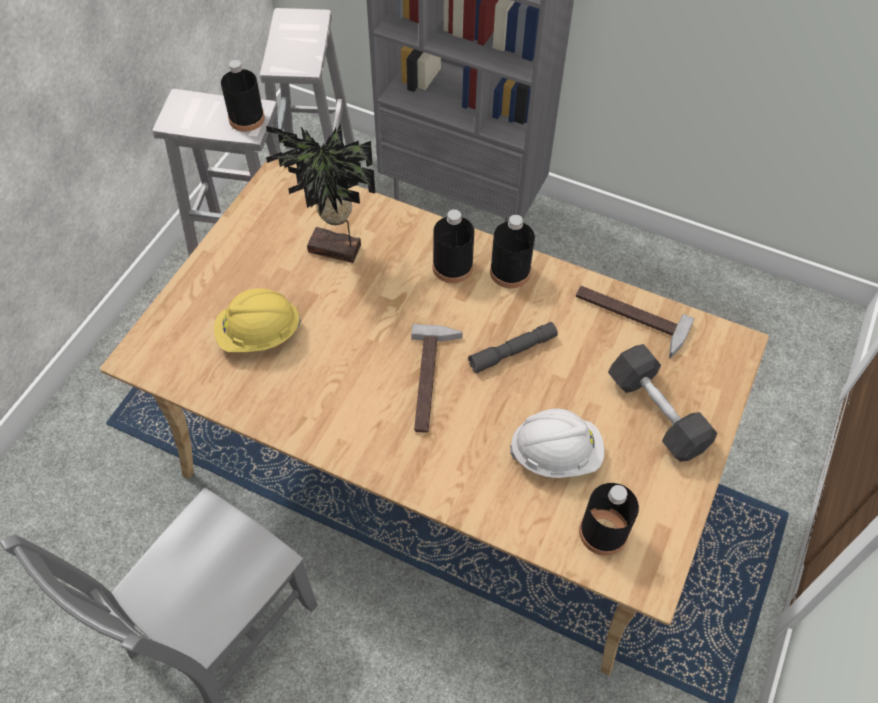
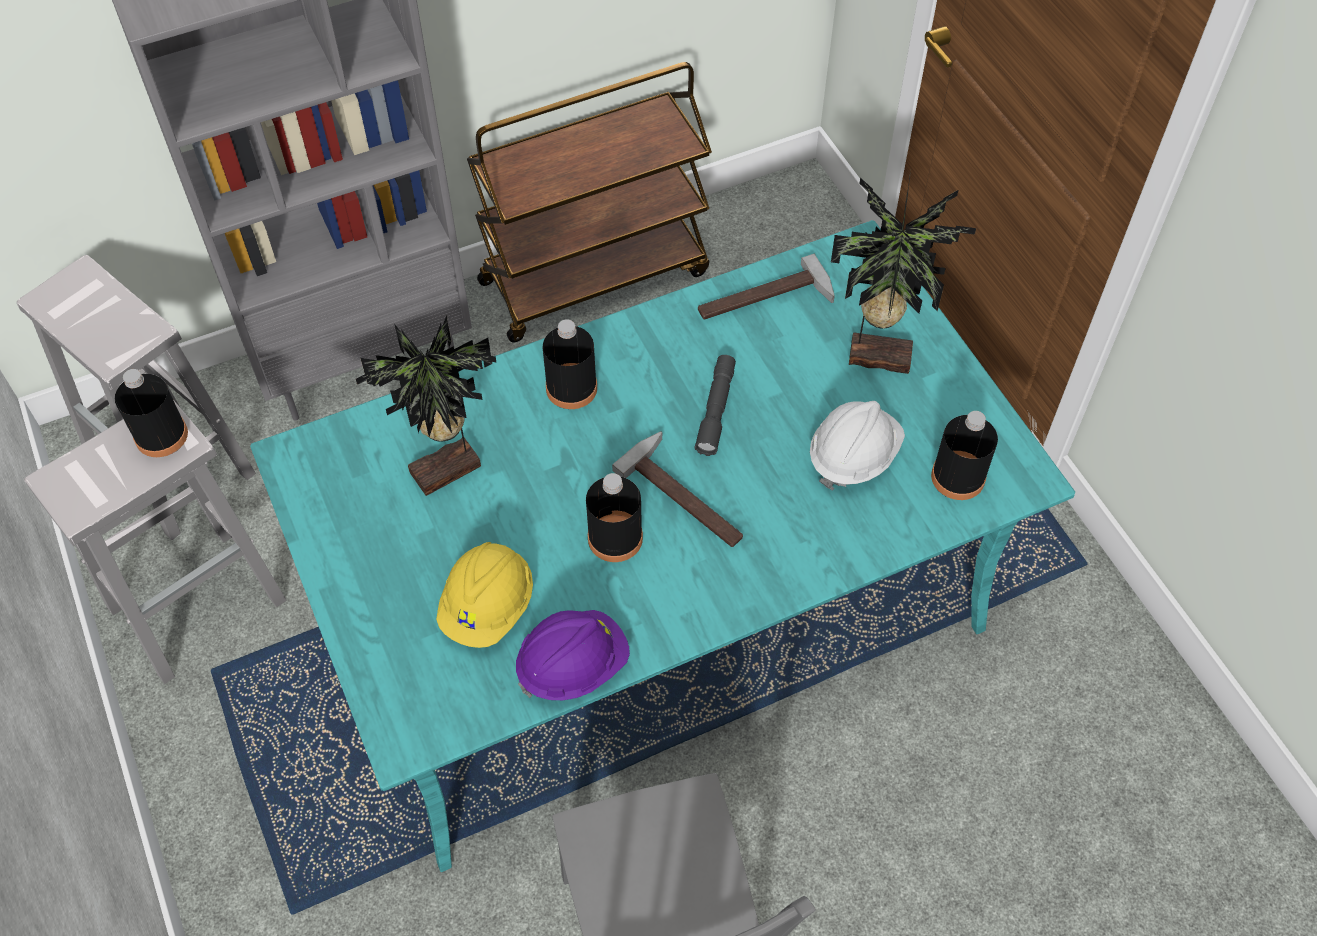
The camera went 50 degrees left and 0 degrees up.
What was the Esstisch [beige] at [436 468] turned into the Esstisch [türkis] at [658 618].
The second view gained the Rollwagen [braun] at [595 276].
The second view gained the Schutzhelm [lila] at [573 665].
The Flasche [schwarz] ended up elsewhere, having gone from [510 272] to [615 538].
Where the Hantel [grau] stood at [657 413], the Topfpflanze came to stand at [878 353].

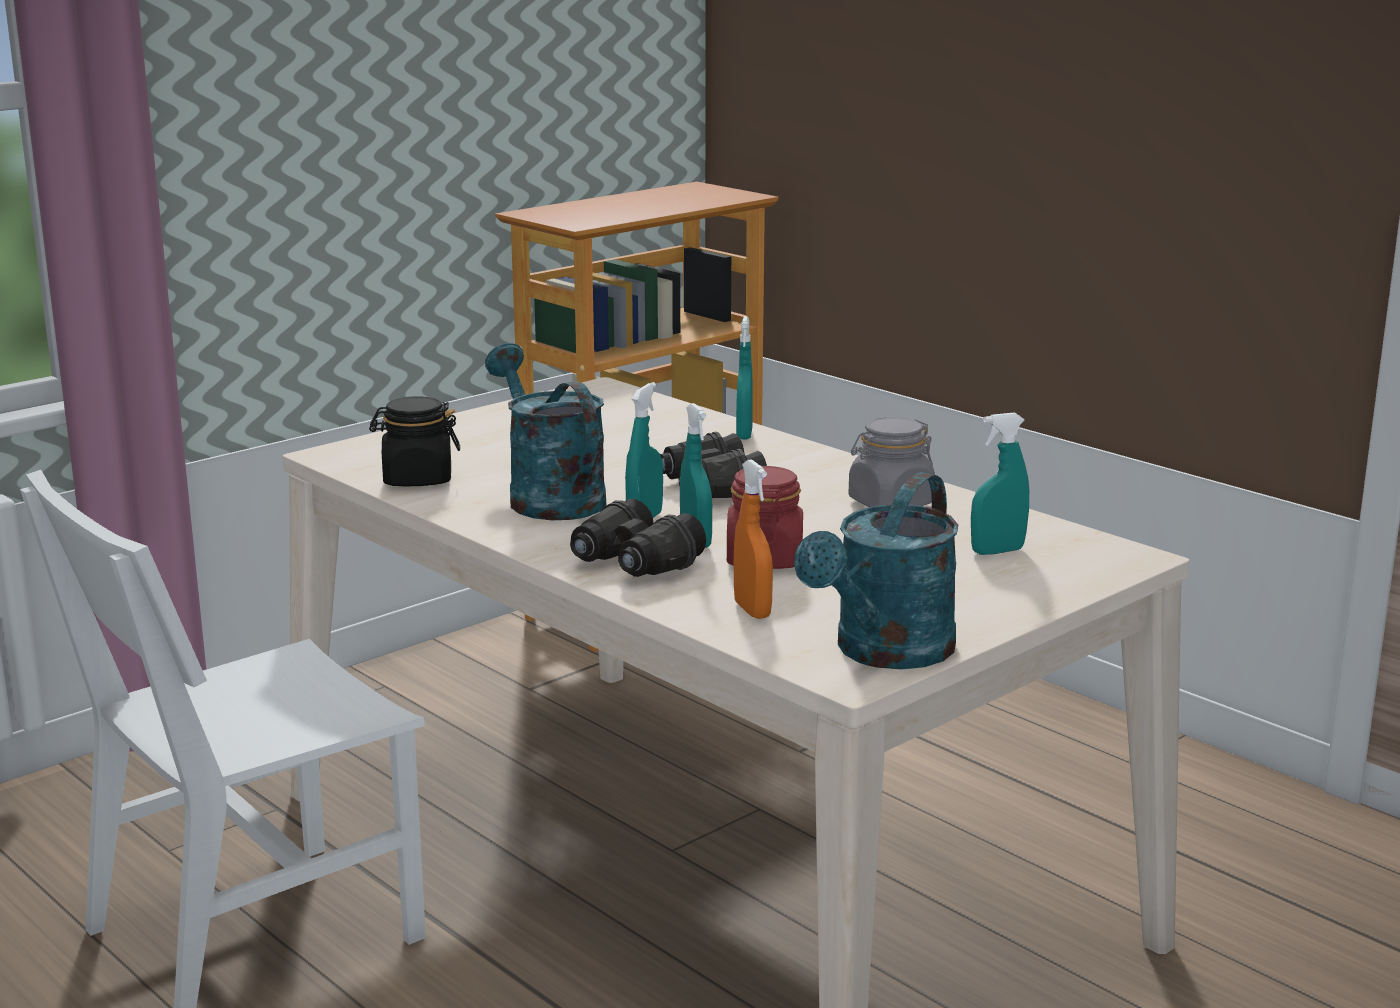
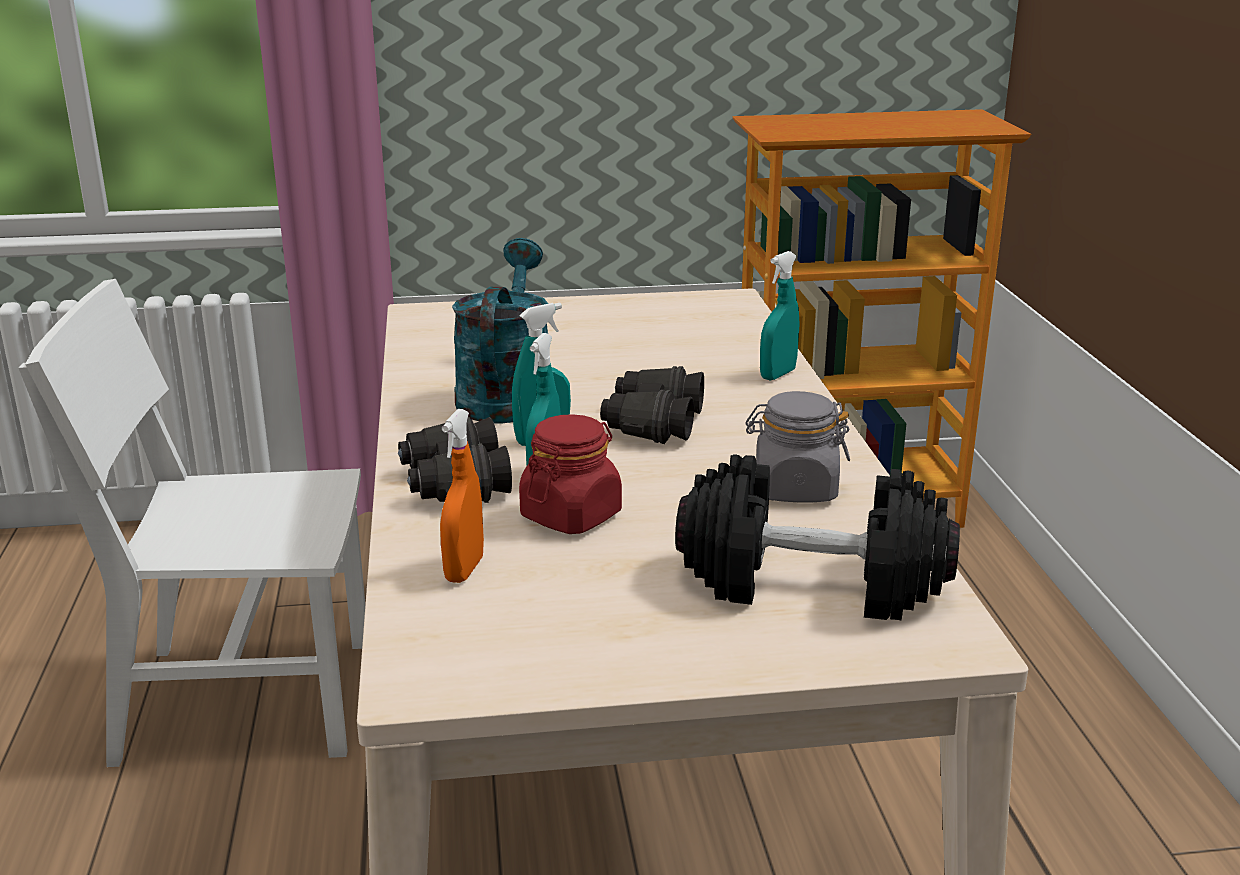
The camera went 35 degrees right and 5 degrees up.
Where the Sprühflasche [türkis] stood at [997 551], the Hantel [schwarz] came to stand at [813 582].
The second view lost the Vorratsglas [schwarz] at [417 479].
The second view lost the Gießkanne [türkis] at [885 653].

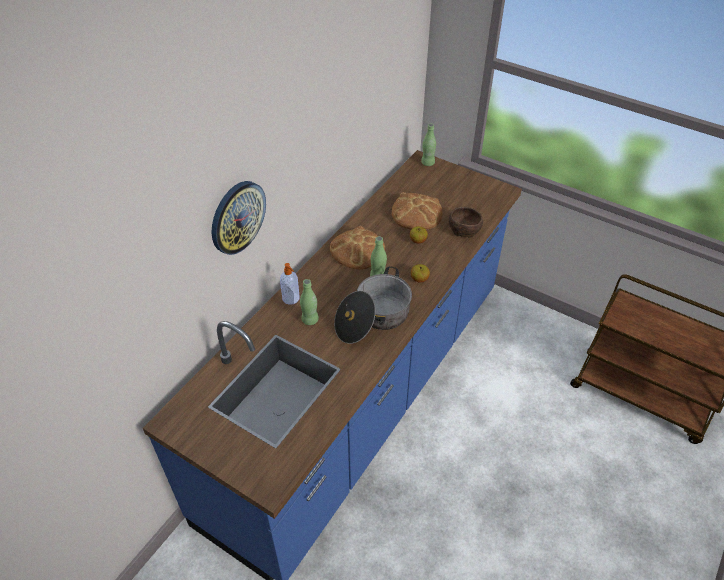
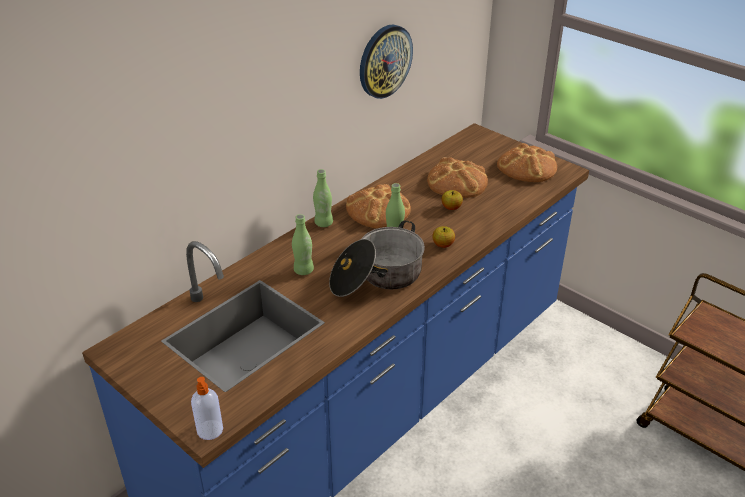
The camera went 10 degrees right and 10 degrees down.
The Seifenspender ended up elsewhere, having gone from [291 298] to [210 431].
The Flasche [grün] ended up elsewhere, having gone from [427 163] to [323 223].
The Wanduhr ended up elsewhere, having gone from [237 217] to [384 61].
The second view gained the Brot at [527 167].
The second view lost the Schüssel [braun] at [464 229].

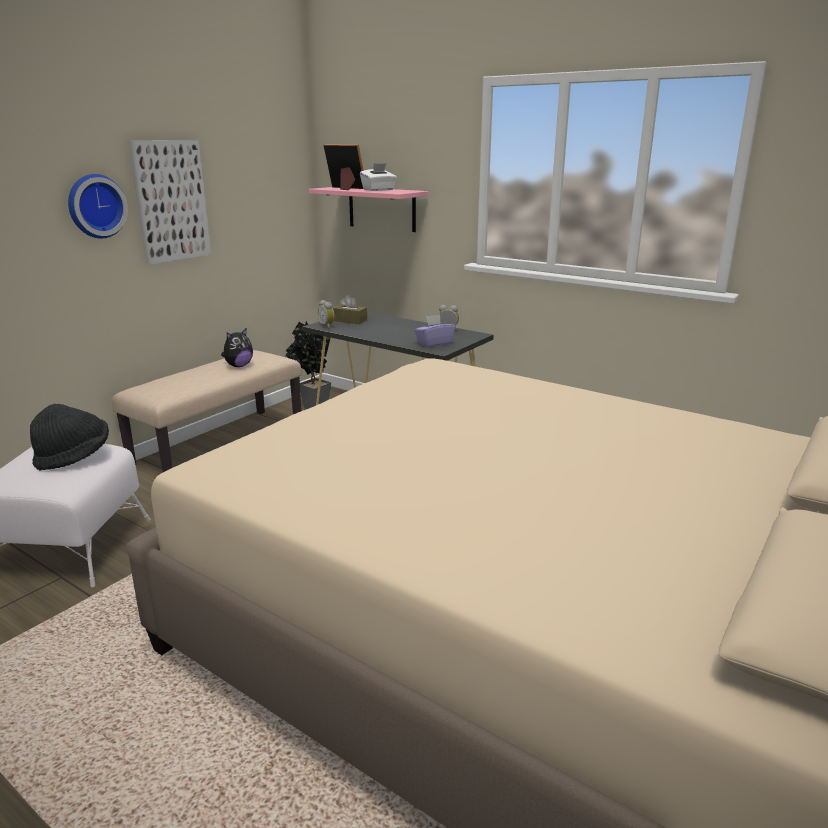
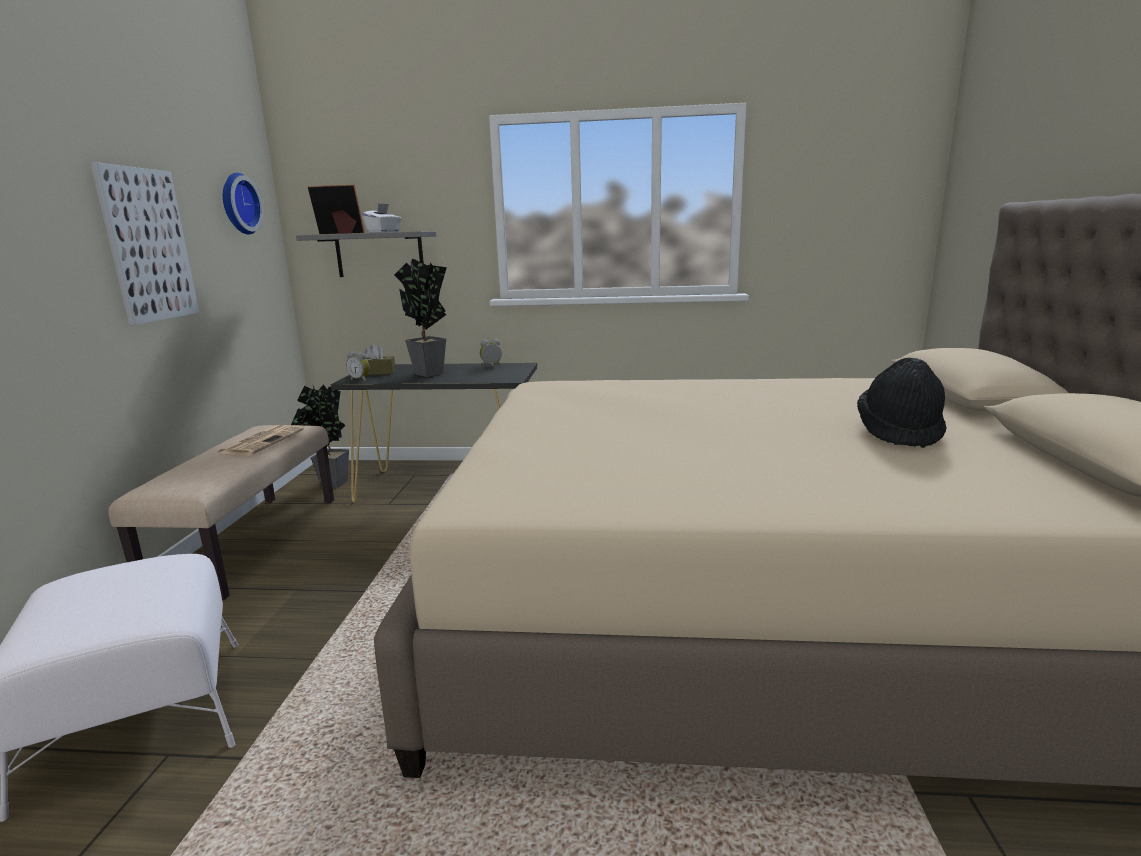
The camera went 30 degrees left and 5 degrees down.
Where the Plüschtier stood at [238 366], the Zeitung came to stand at [262 441].
The Wanduhr ended up elsewhere, having gone from [95 206] to [238 204].
What was the Wandregal [rosa] at [381 209] turned into the Wandregal [grau] at [379 254].
The second view gained the Topfpflanze at [429 374].
The Hut [schwarz] ended up elsewhere, having gone from [74 457] to [899 432].
The second view lost the Taschentuchbox [lila] at [434 343].

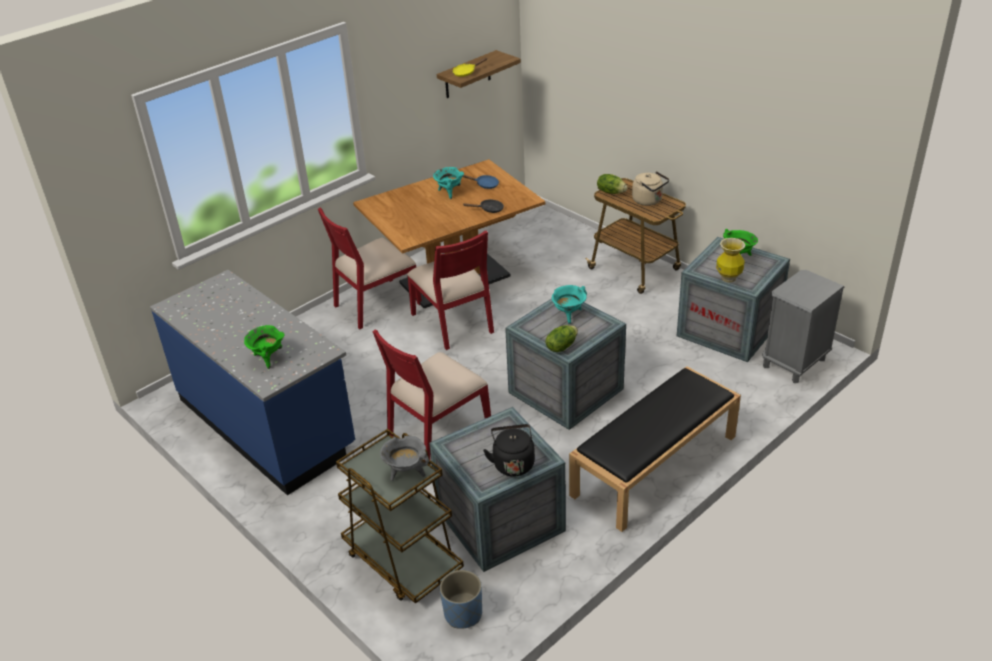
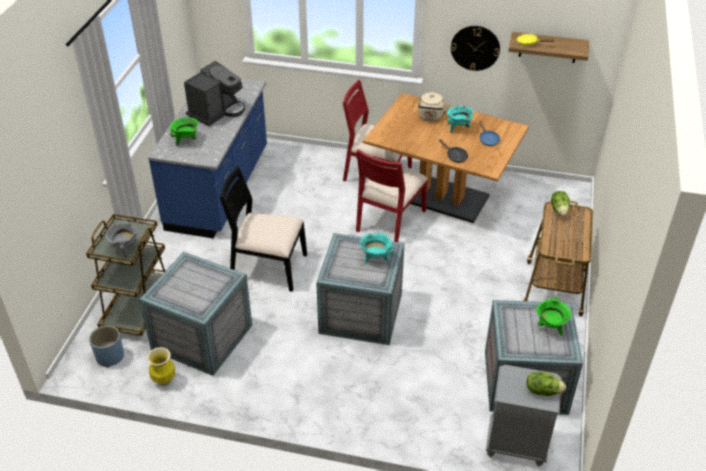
The camera went 55 degrees right and 5 degrees up.
The Vase ended up elsewhere, having gone from [728 278] to [164 381].
The second view gained the Kaffeemaschine at [217 111].
What was the Stuhl [rot] at [437 431] turned into the Stuhl [schwarz] at [268 267].
The Wasserkessel [beige] ended up elsewhere, having gone from [649 201] to [430 117].
The second view gained the Wanduhr at [475 48].
The Salatkopf ended up elsewhere, having gone from [561 346] to [543 390].
The second view lost the Wasserkessel [schwarz] at [513 463].
The second view lost the Bank [schwarz] at [654 466].

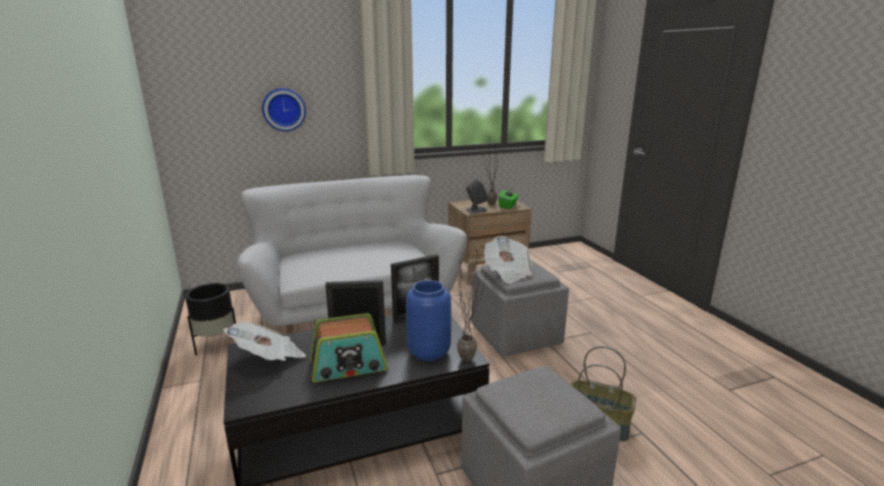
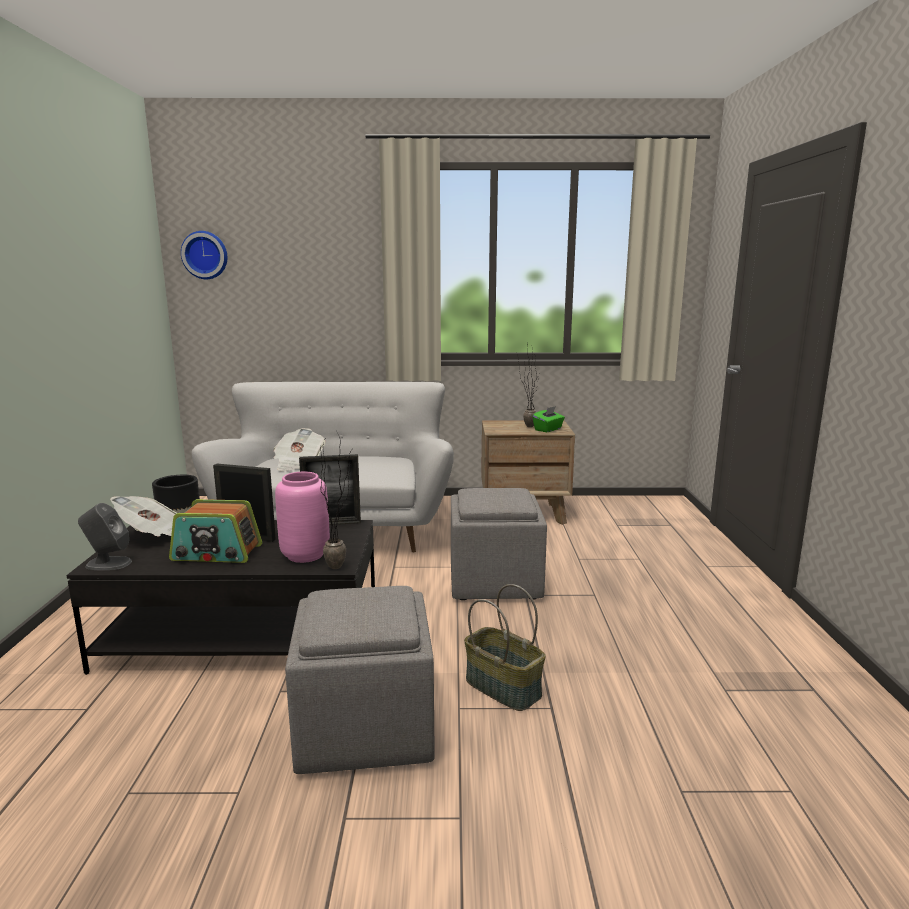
The camera went 20 degrees right and 5 degrees down.
The Lautsprecher [grau] ended up elsewhere, having gone from [476 210] to [108 563].
The Wanduhr ended up elsewhere, having gone from [284 109] to [205 255].
The Zeitung ended up elsewhere, having gone from [507 272] to [298 464].
What was the Vase [blau] at [429 352] turned into the Vase [rosa] at [306 555].

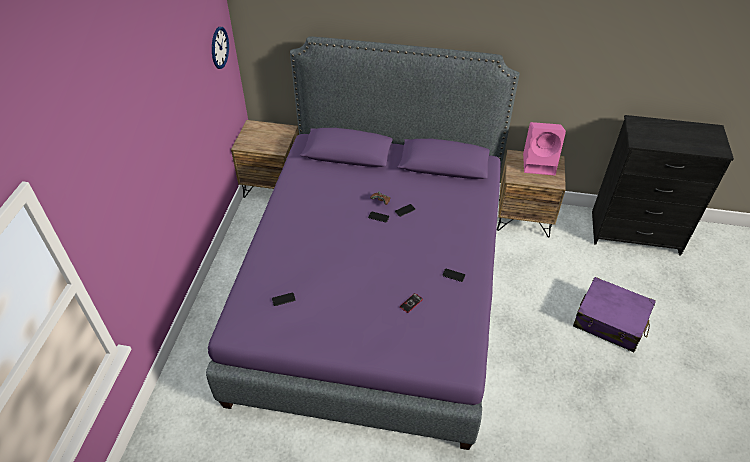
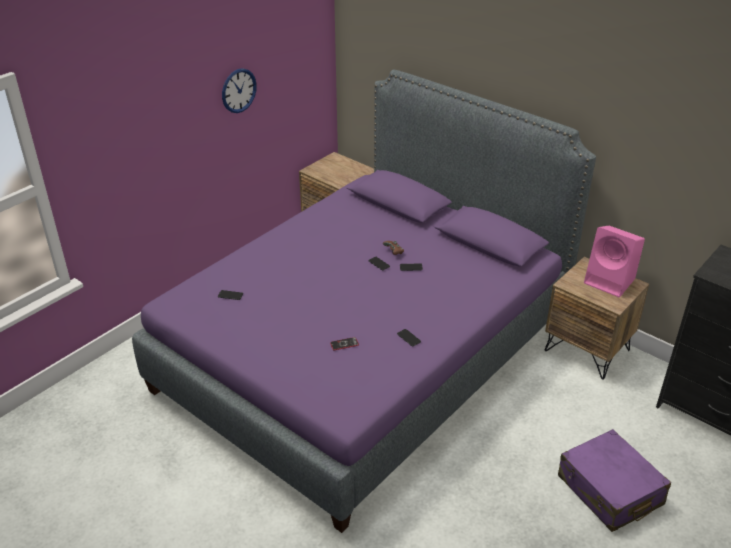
The camera went 30 degrees right and 10 degrees down.
The Wanduhr ended up elsewhere, having gone from [219 47] to [238 90].

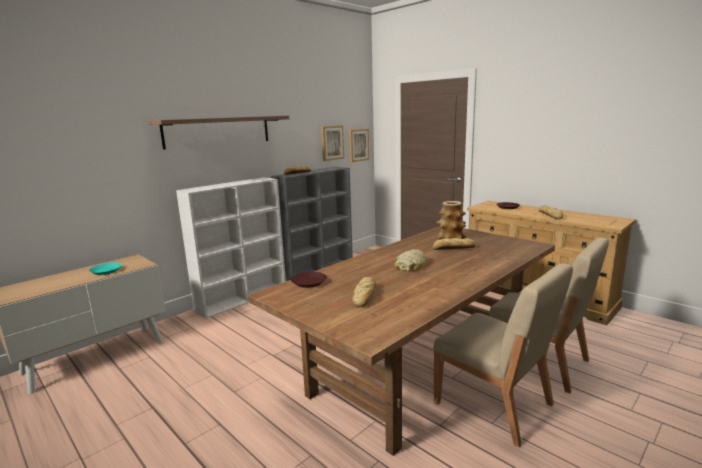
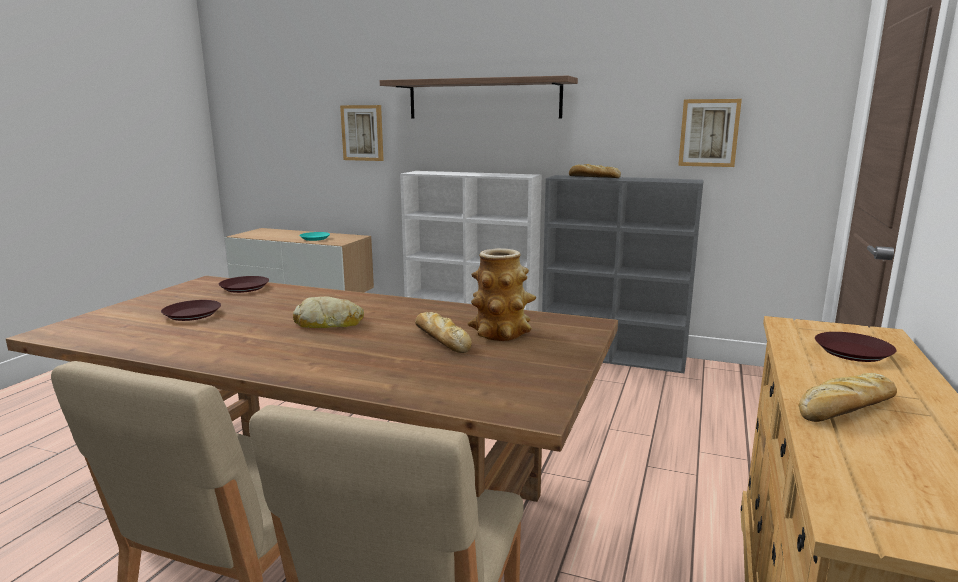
The camera went 65 degrees right and 0 degrees up.
Where the Brot stood at [364 296], the Teller [braun] came to stand at [191 314].
The Bild ended up elsewhere, having gone from [358 145] to [363 133].

